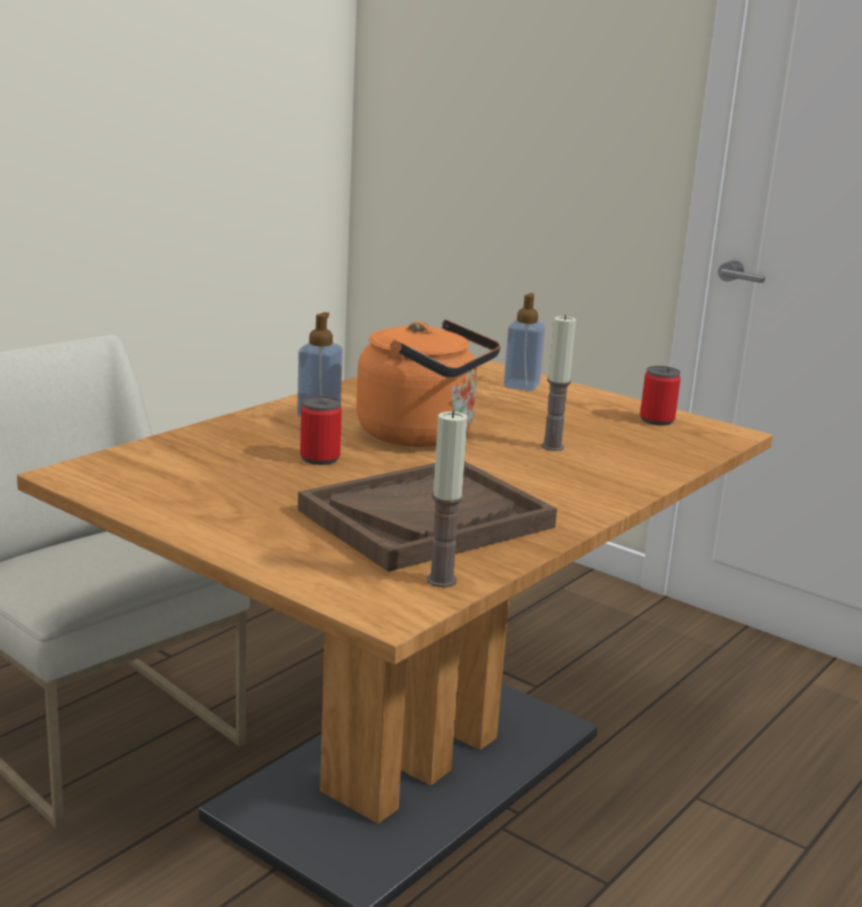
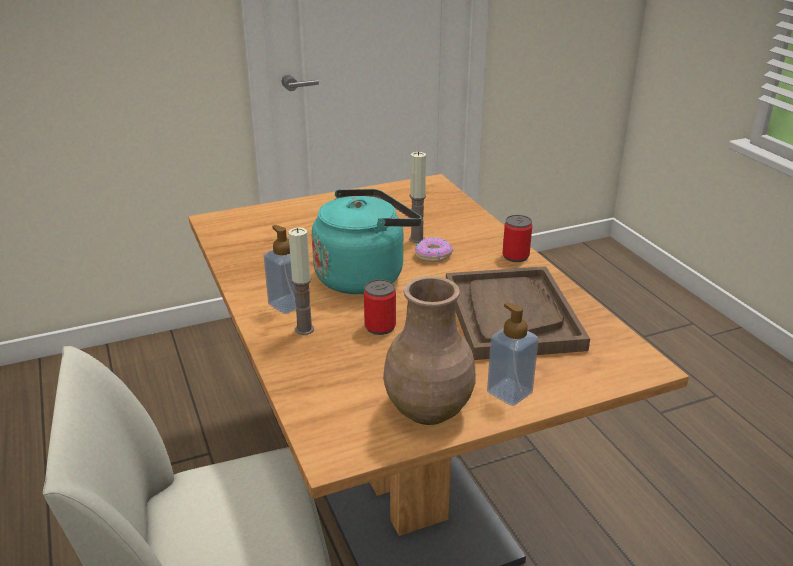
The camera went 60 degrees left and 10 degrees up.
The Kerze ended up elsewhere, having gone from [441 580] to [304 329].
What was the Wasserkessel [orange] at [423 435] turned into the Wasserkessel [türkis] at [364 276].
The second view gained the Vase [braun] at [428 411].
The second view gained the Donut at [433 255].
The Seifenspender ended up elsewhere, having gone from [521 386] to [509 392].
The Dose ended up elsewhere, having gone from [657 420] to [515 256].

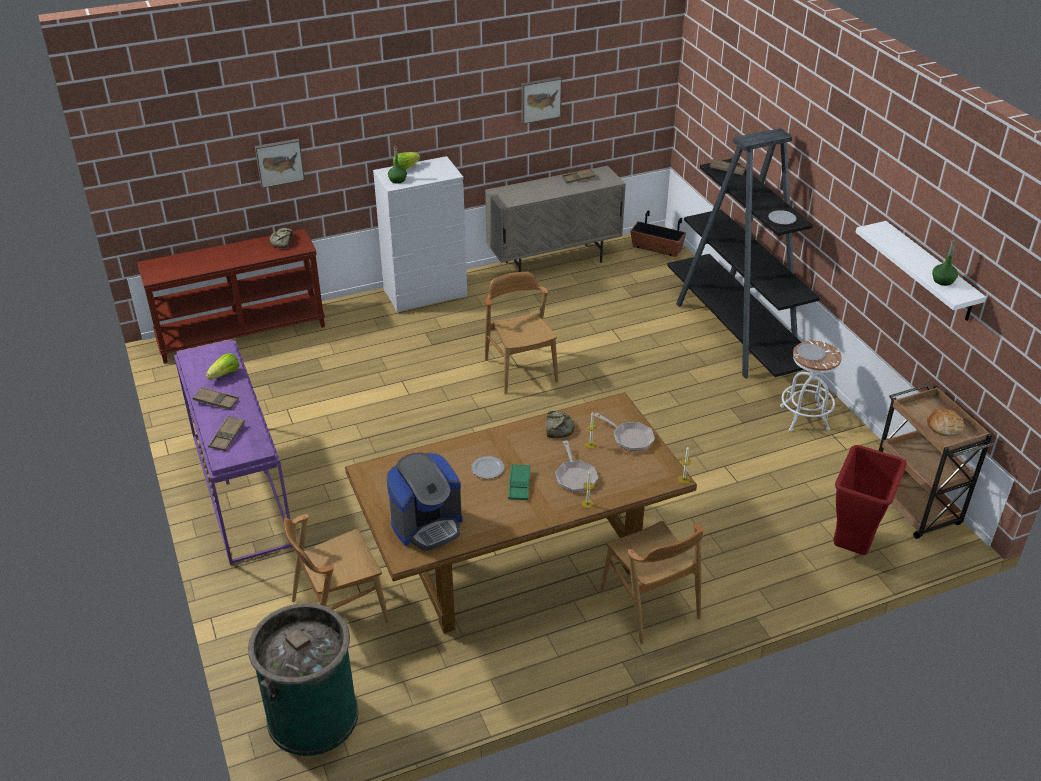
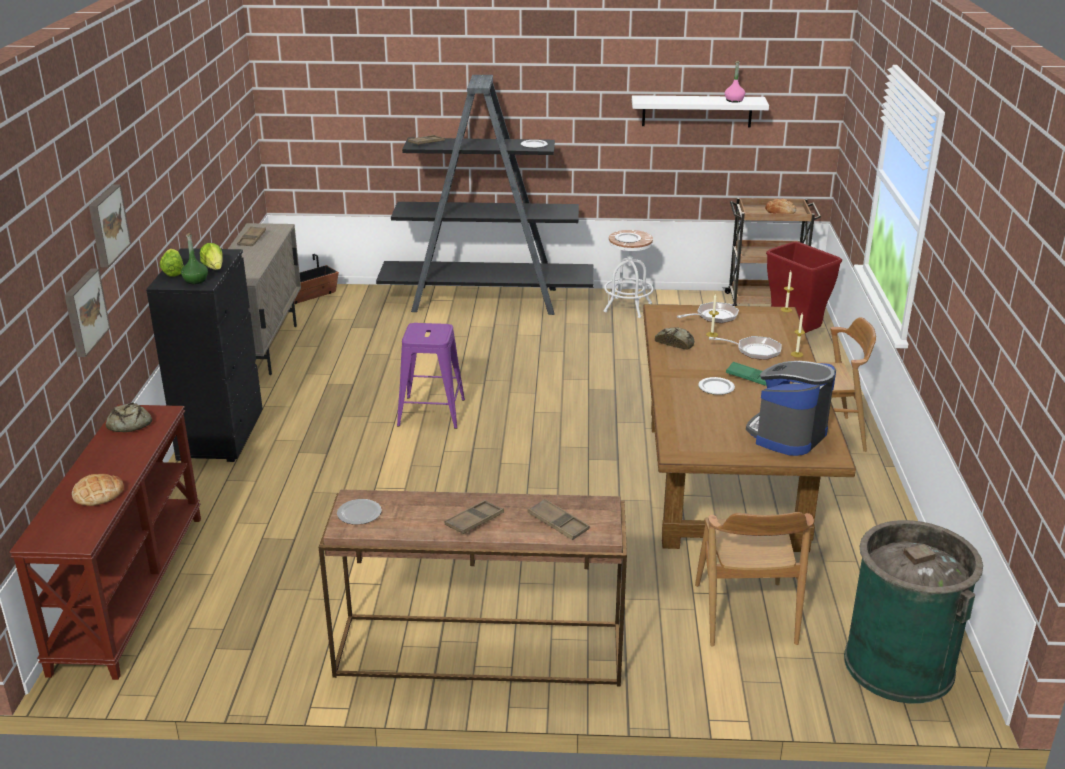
The camera went 65 degrees left and 10 degrees down.
The second view gained the Brot at [98 494].
The Bild ended up elsewhere, having gone from [540 99] to [106 225].
What was the Kommode [weiß] at [426 294] turned into the Kommode [schwarz] at [221 434].
The Salatkopf ended up elsewhere, having gone from [225 374] to [214 268].
What was the Konsolentisch [lila] at [239 489] turned into the Konsolentisch [braun] at [477 652].
The second view gained the Teller at [359 514].
Where the Stuhl [braun] stood at [521 370], the Hocker [lila] came to stand at [431 413].
What was the Flasche [grün] at [942 280] turned into the Flasche [rosa] at [734 100].
The Kaffeemaschine at [427 525] ended up facing another way, 135 degrees counterclockwise from before.

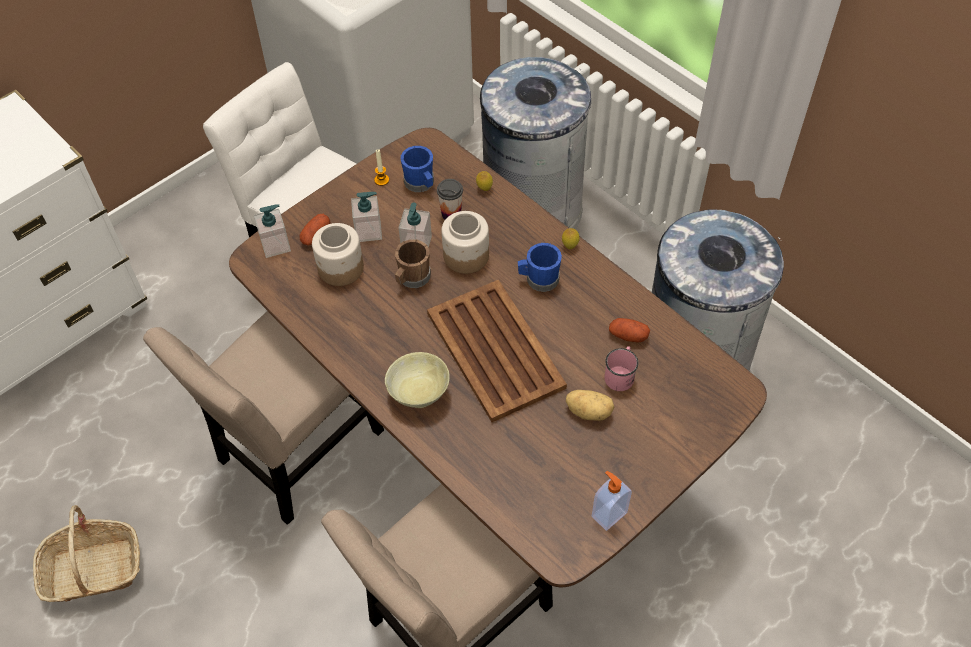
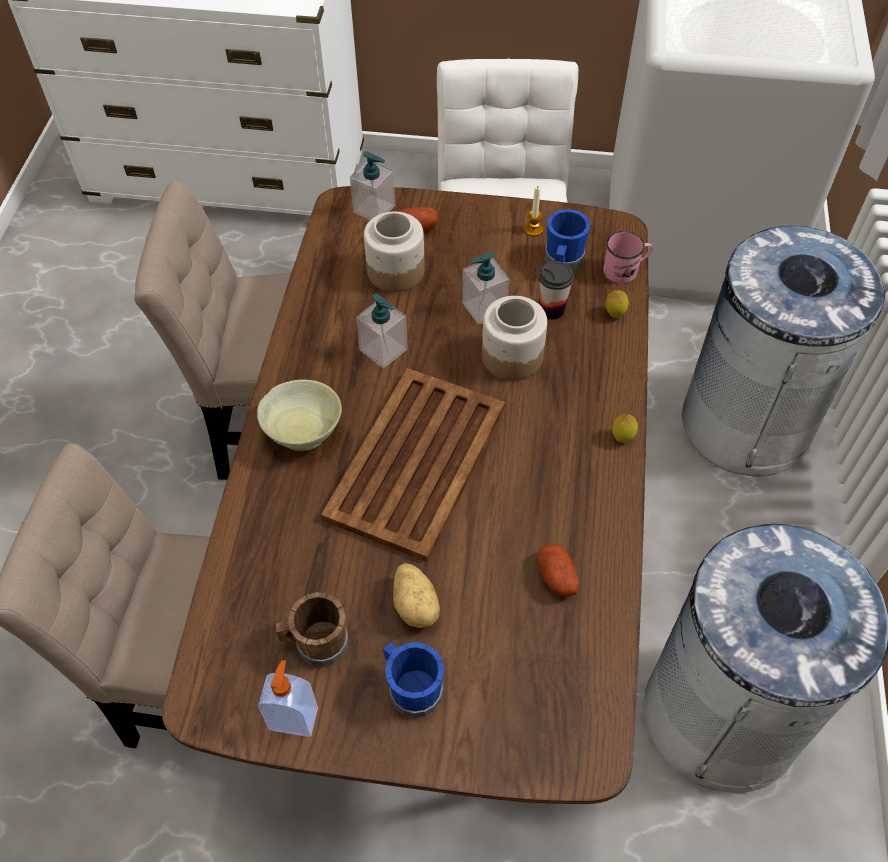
The camera went 50 degrees right and 0 degrees up.
The Henkelbecher [braun] ended up elsewhere, having gone from [412 278] to [316 643].
The Seifenspender ended up elsewhere, having gone from [369 231] to [384 350].
The Henkelbecher [blau] ended up elsewhere, having gone from [538 279] to [411 687].
The Henkelbecher [rosa] ended up elsewhere, having gone from [620 375] to [625 270].
The second view lost the Korb at [93 569].

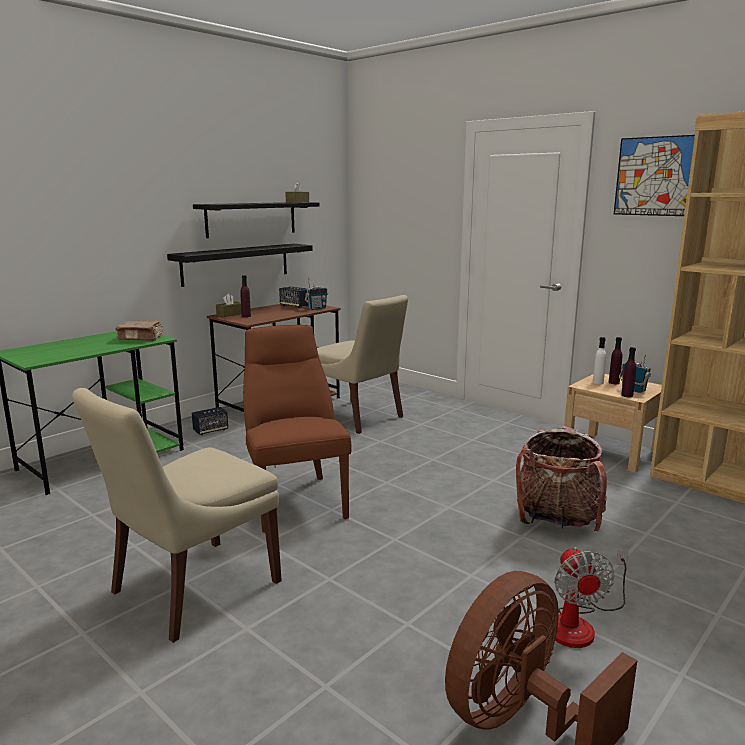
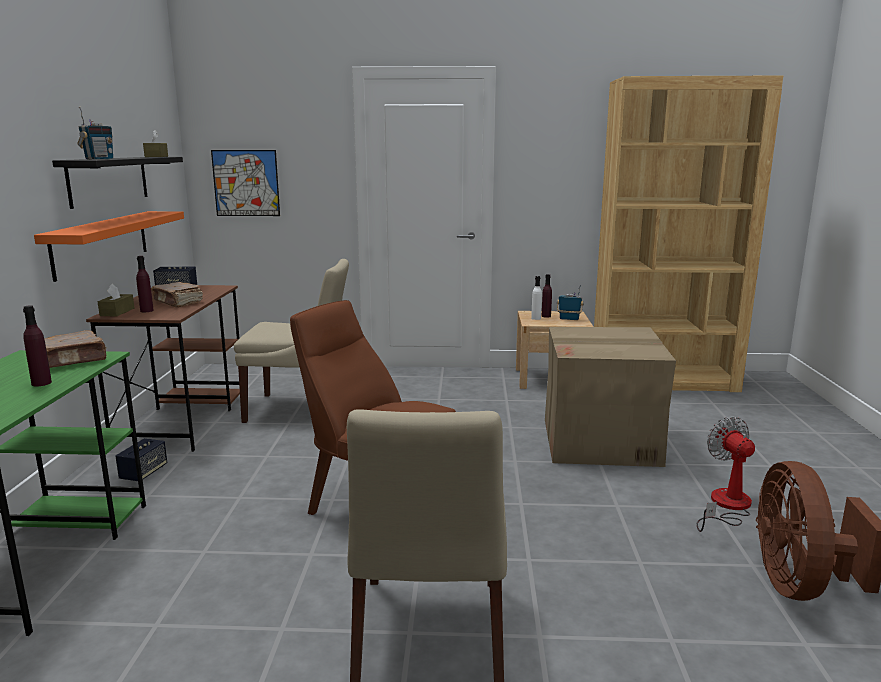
The camera went 40 degrees left and 0 degrees up.
The Flasche [lila] ended up elsewhere, having gone from [627 395] to [41 383].
What was the Wandregal [schwarz] at [236 264] turned into the Wandregal [orange] at [101 243].
The Radio ended up elsewhere, having gone from [317 308] to [99 159].
The second view gained the Buch [braun] at [178 302].
The Bild ended up elsewhere, having gone from [655 176] to [246 183].
Where the Rucksack stood at [558 520], the Karton came to stand at [601 441].
The Ventilator at [580 624] ended up facing another way, 150 degrees counterclockwise from before.

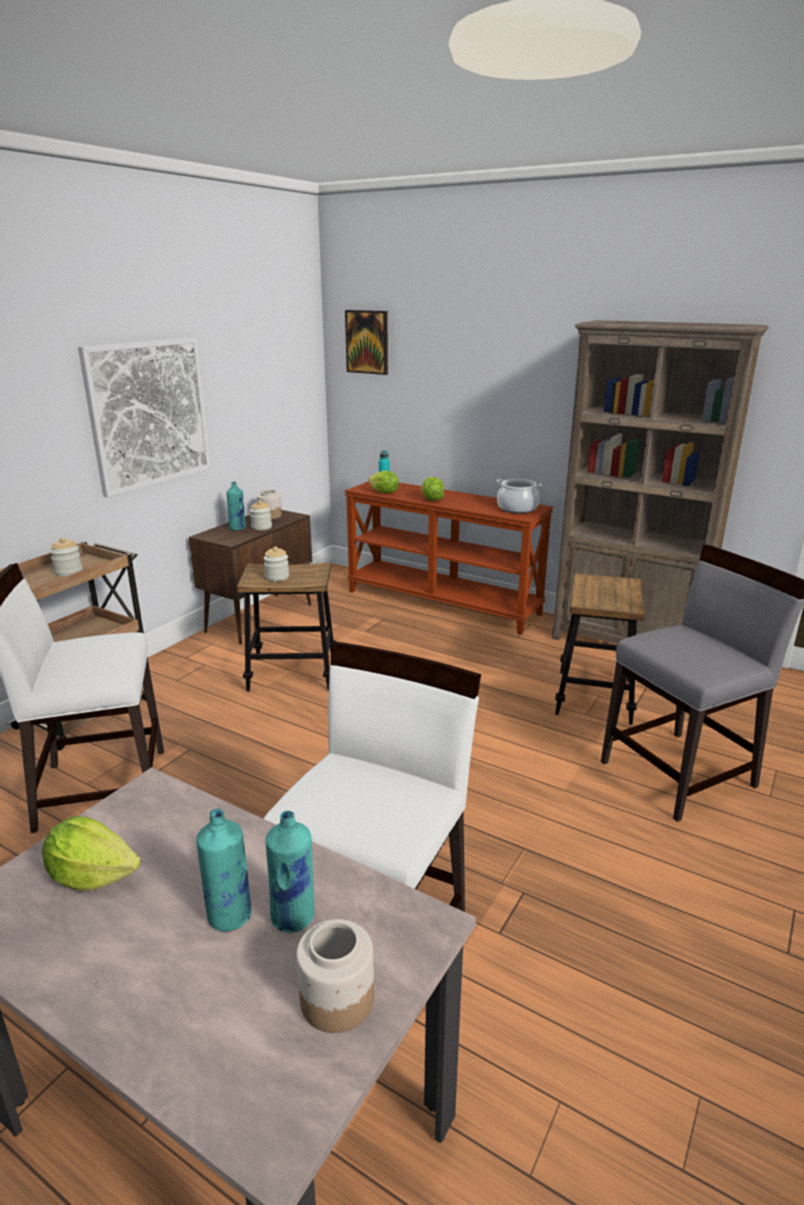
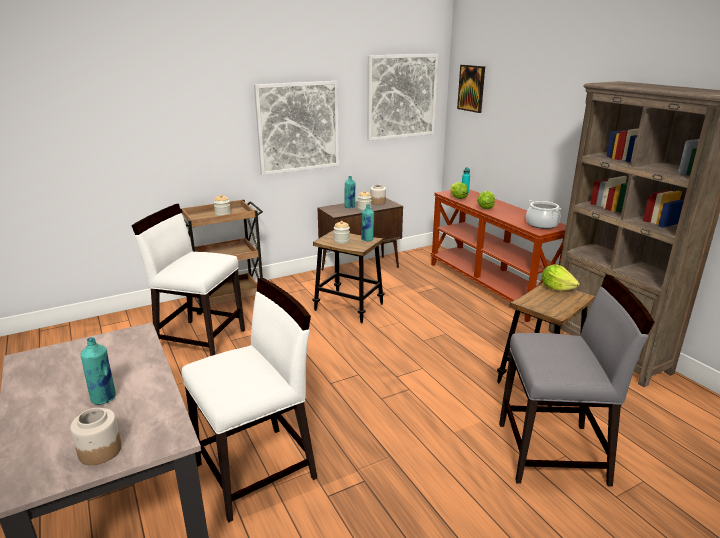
The camera went 30 degrees right and 0 degrees up.
The Flasche [türkis] ended up elsewhere, having gone from [293 917] to [367 239].
The second view gained the Bild at [401 96].
The Salatkopf ended up elsewhere, having gone from [92 876] to [556 288].

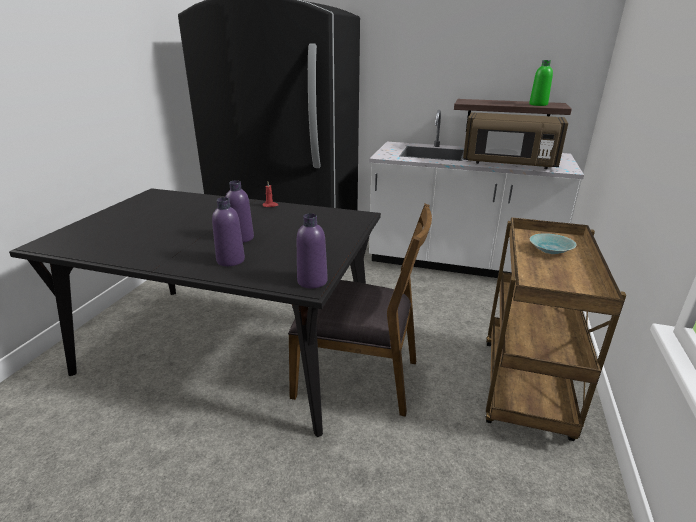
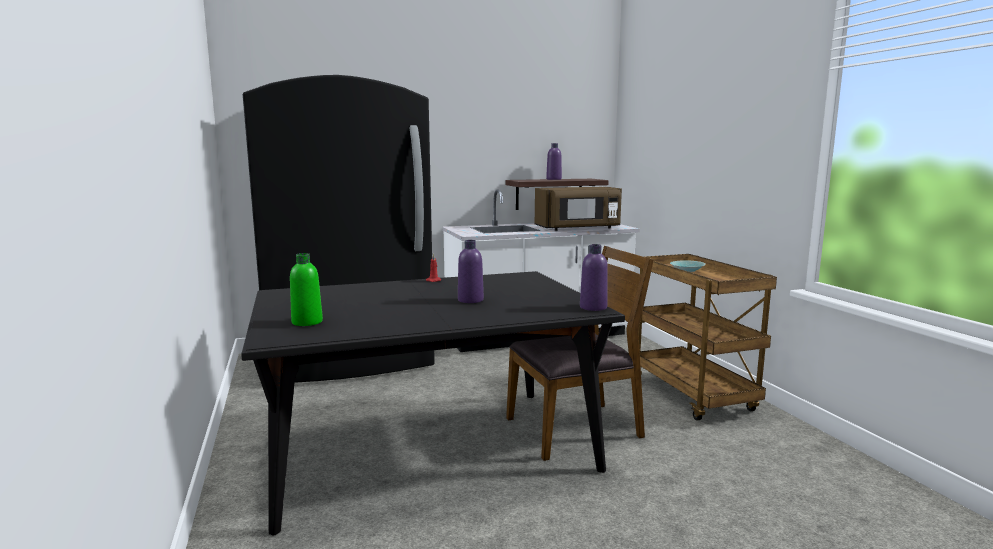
The camera went 35 degrees left and 15 degrees down.
The Flasche [grün] ended up elsewhere, having gone from [538 104] to [307 322].
The Flasche [lila] ended up elsewhere, having gone from [230 260] to [553 179].

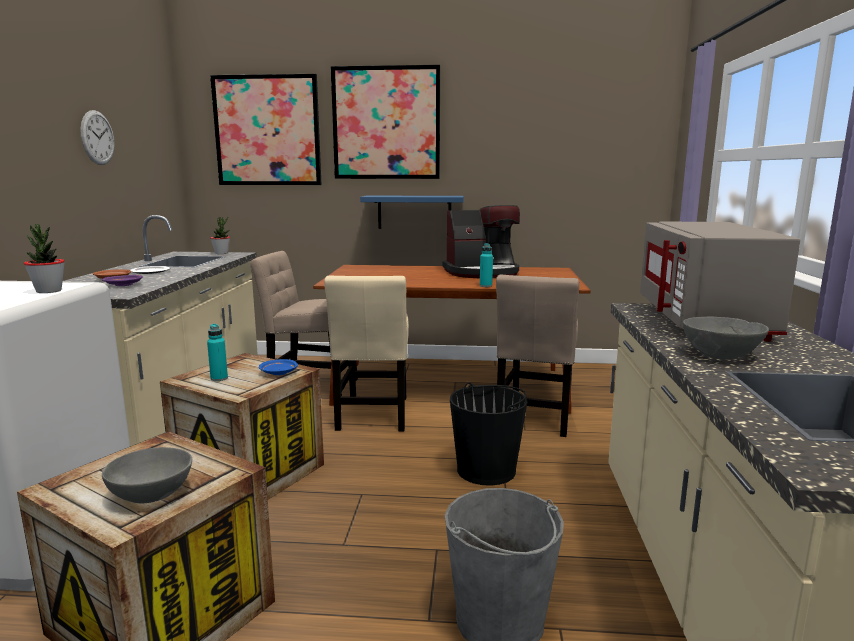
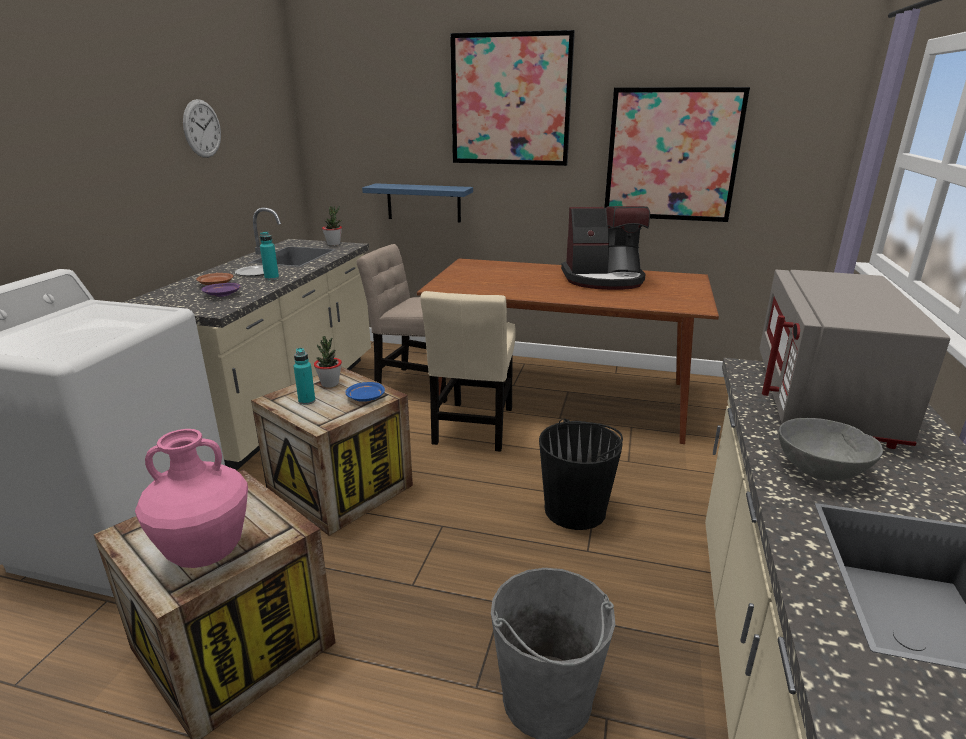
The camera went 10 degrees right and 10 degrees up.
Where the Schüssel [grau] stood at [151 494], the Vase [rosa] came to stand at [207 553].
The Flasche [türkis] ended up elsewhere, having gone from [485 286] to [271 278].
The Topfpflanze ended up elsewhere, having gone from [49 291] to [330 384].
The Wandregal [blau] ended up elsewhere, having gone from [414 212] to [423 202].
The Bild ended up elsewhere, having gone from [267 131] to [671 155].
The second view lost the Stuhl [beige] at [535 418].

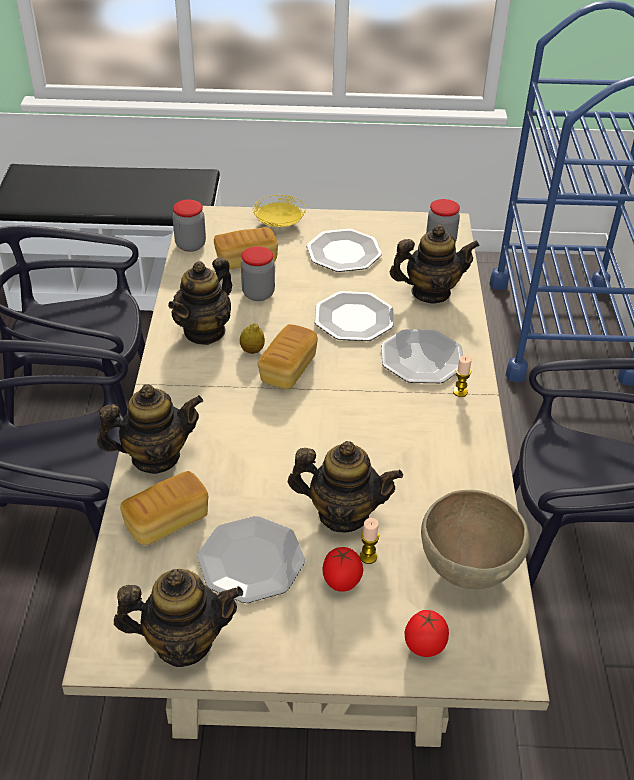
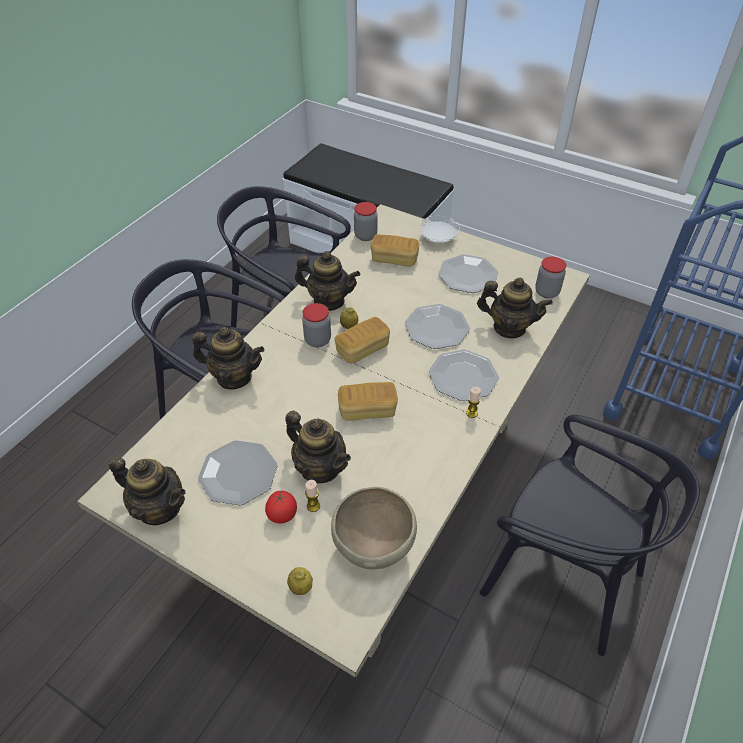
The camera went 30 degrees right and 5 degrees up.
Where the Tomate stood at [424 646], the Zitrone came to stand at [301 587].
The Teekanne at [205 331] ended up facing another way, 135 degrees counterclockwise from before.
The Vorratsglas ended up elsewhere, having gone from [258 294] to [317 340].
The Brot ended up elsewhere, having gone from [167 521] to [367 410].
What was the Teller [gelb] at [279 224] turned into the Teller [weiß] at [438 239].

